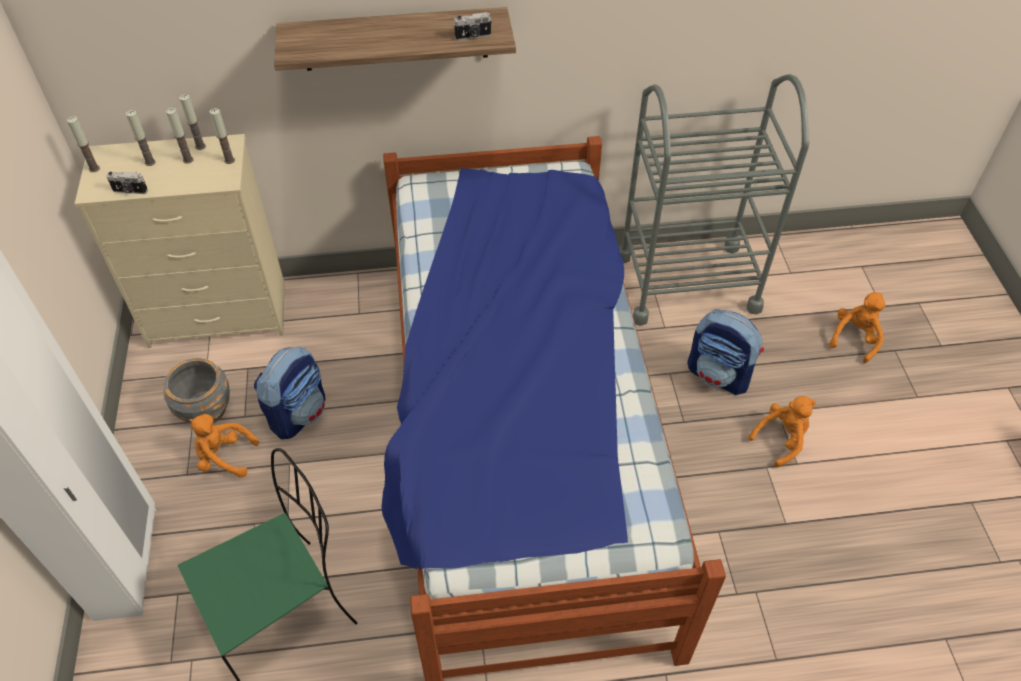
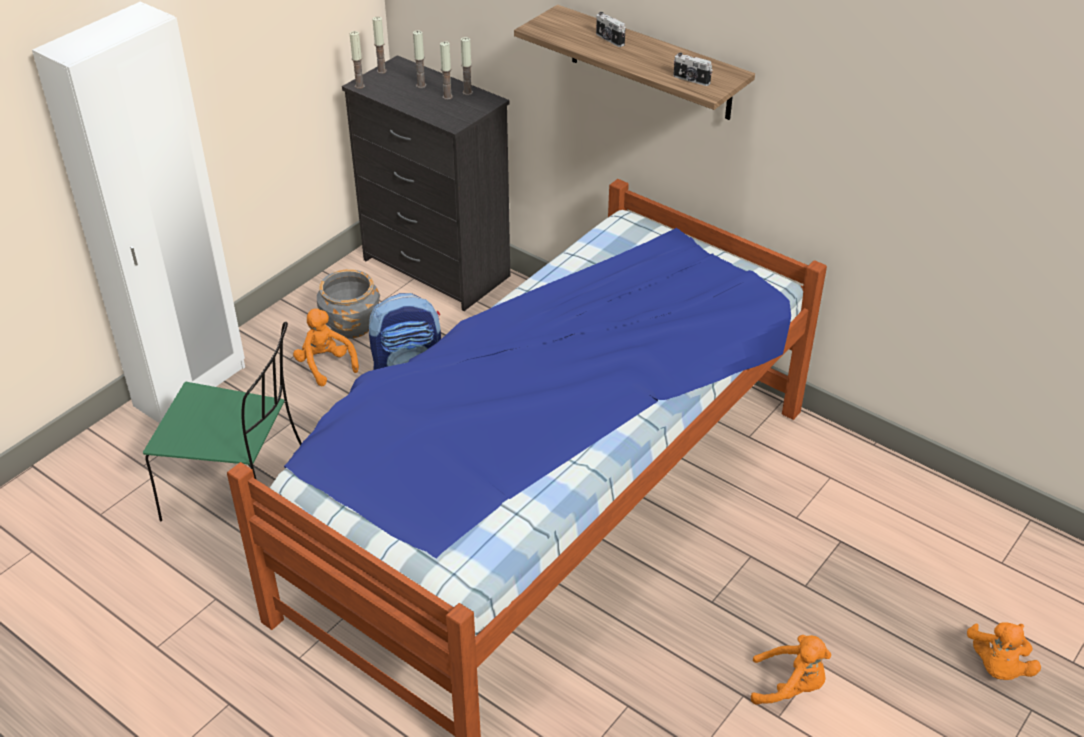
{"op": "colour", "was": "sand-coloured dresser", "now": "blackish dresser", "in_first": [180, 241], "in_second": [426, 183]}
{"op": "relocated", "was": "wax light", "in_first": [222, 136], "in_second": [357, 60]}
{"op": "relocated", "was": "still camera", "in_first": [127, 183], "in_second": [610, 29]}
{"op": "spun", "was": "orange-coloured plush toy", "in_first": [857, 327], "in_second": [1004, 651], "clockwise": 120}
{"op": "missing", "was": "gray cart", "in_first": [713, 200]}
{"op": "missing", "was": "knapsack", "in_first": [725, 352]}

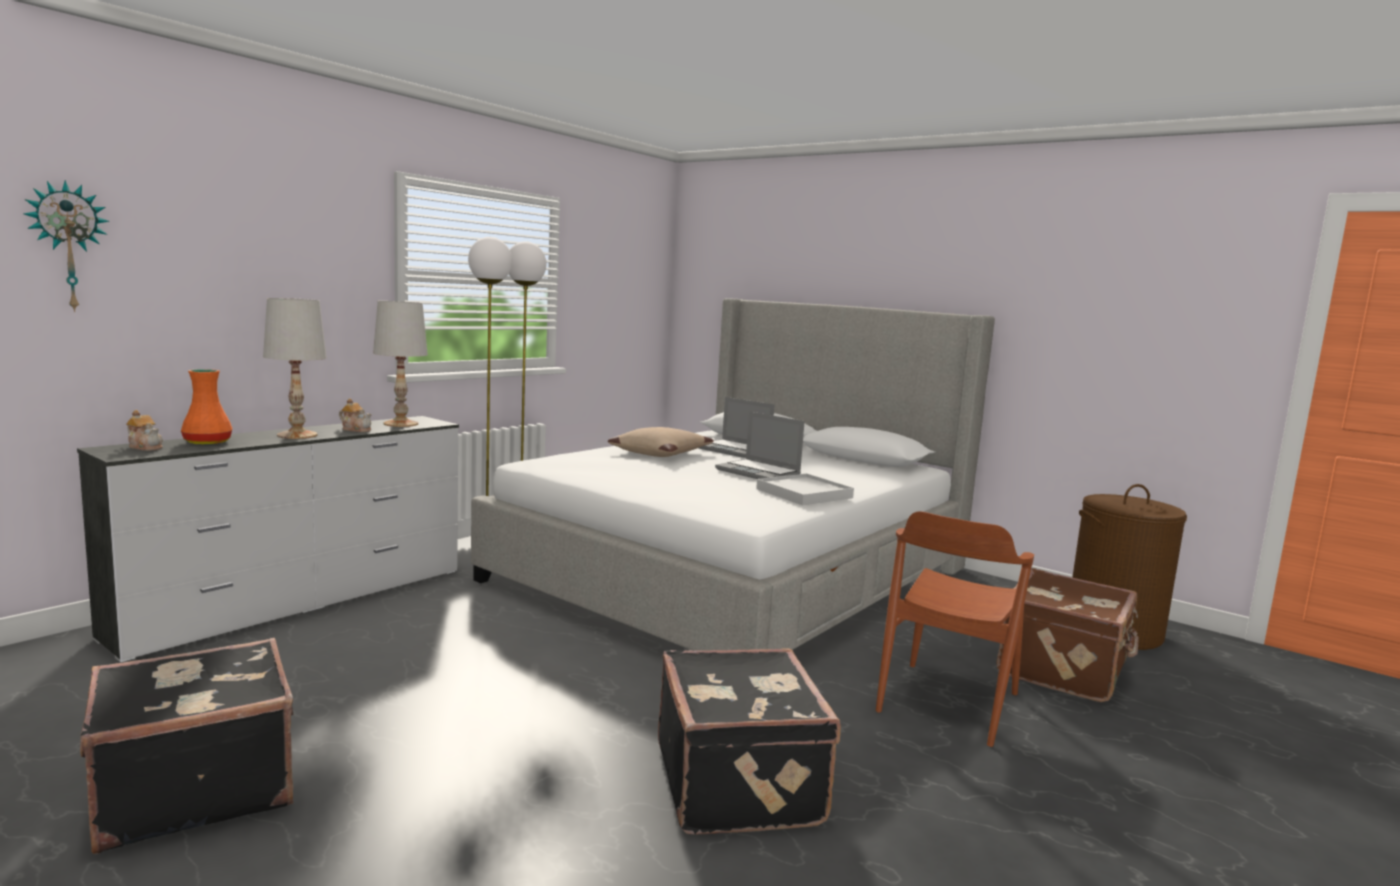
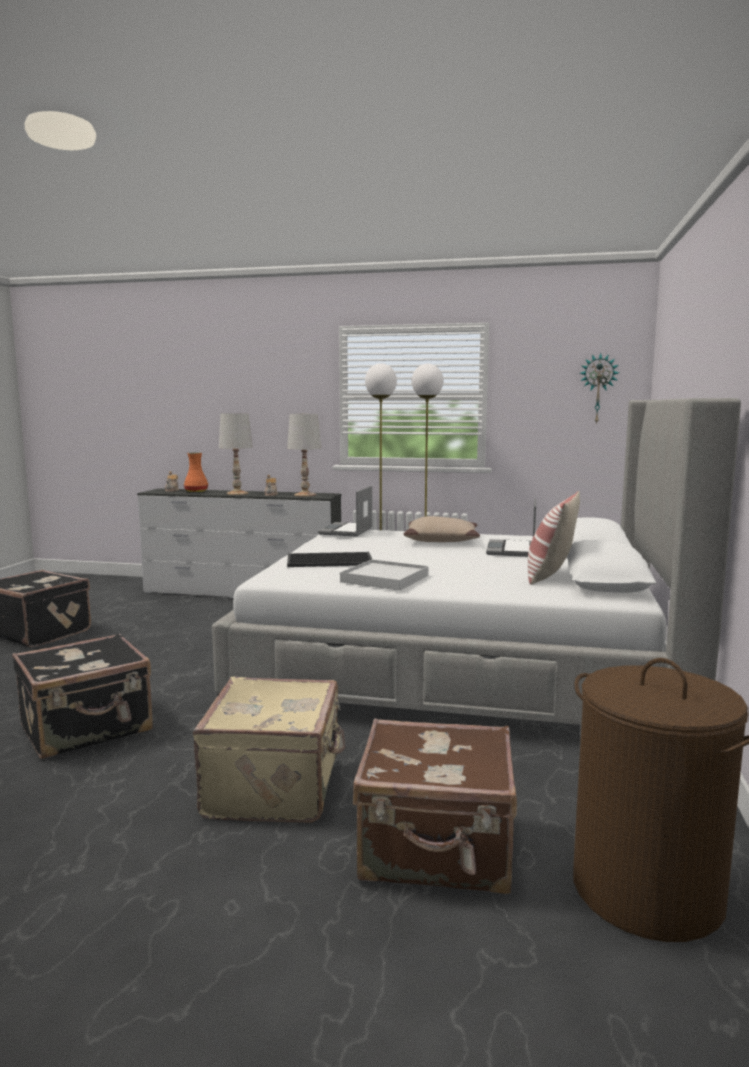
{"op": "exchanged", "was": "brownish plain chair", "now": "sand-coloured piece of luggage", "in_first": [955, 629], "in_second": [269, 750]}
{"op": "appeared", "now": "tray", "in_second": [330, 559]}
{"op": "relocated", "was": "portable computer", "in_first": [760, 445], "in_second": [345, 511]}
{"op": "appeared", "now": "pillow", "in_second": [554, 538]}
{"op": "relocated", "was": "clock on the wall", "in_first": [66, 246], "in_second": [599, 389]}

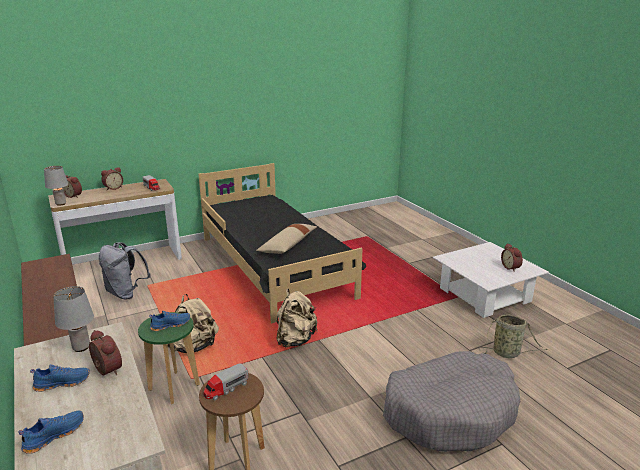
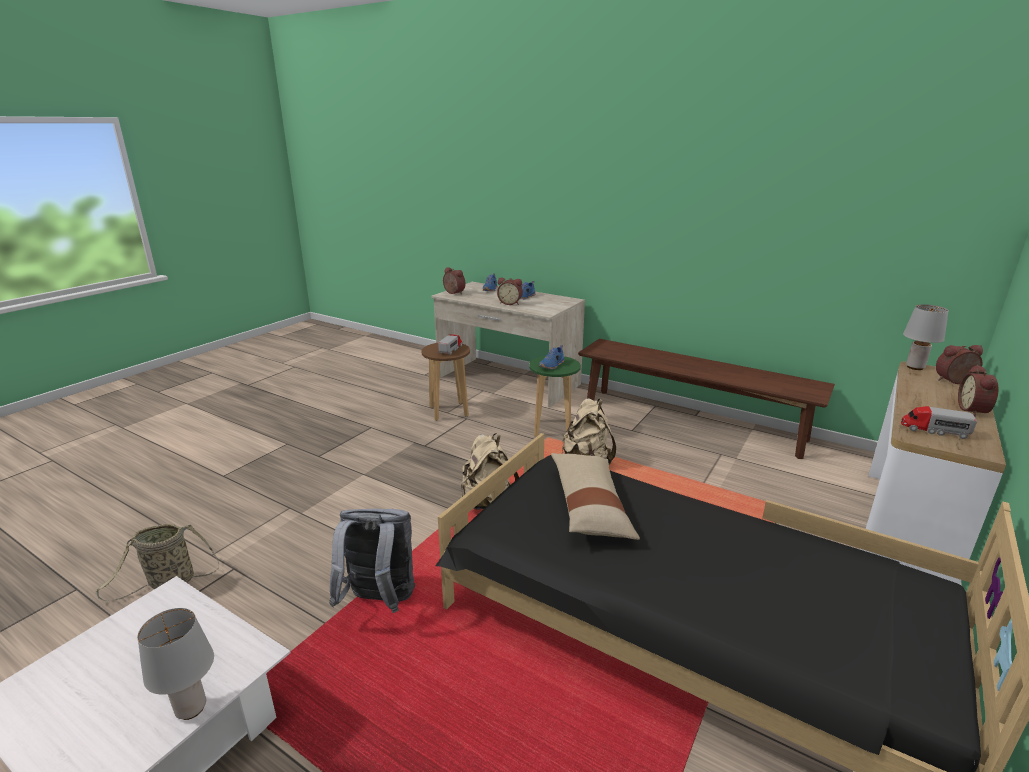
{"op": "relocated", "was": "gray tabletop lamp", "in_first": [73, 319], "in_second": [175, 664]}
{"op": "relocated", "was": "gray knapsack", "in_first": [125, 270], "in_second": [372, 561]}
{"op": "relocated", "was": "alarm clock", "in_first": [512, 257], "in_second": [454, 280]}
{"op": "missing", "was": "gray dog cushion", "in_first": [451, 401]}

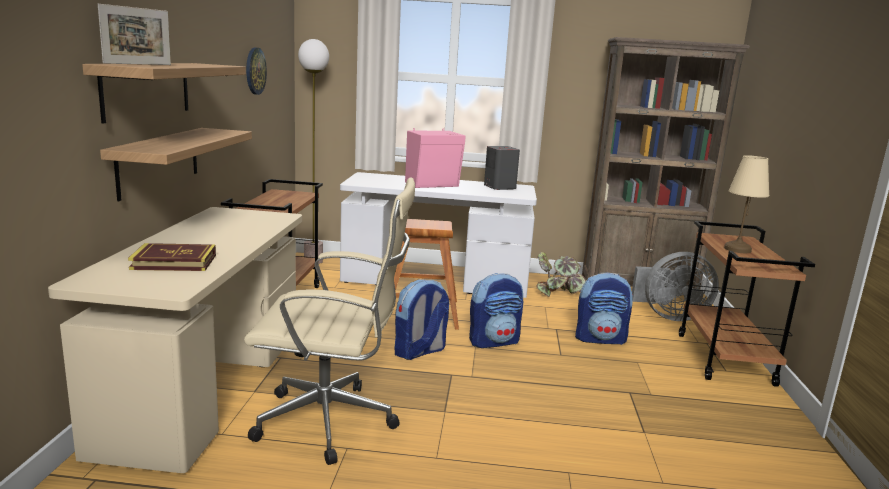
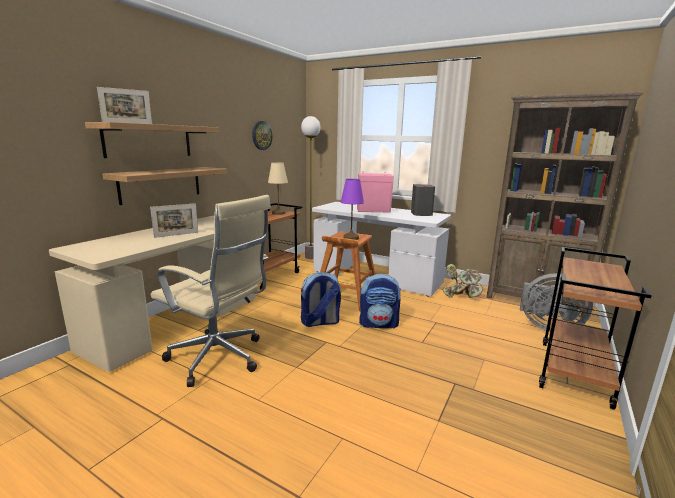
{"op": "appeared", "now": "photo frame", "in_second": [174, 220]}
{"op": "relocated", "was": "sand-coloured tabletop lamp", "in_first": [746, 204], "in_second": [278, 188]}
{"op": "appeared", "now": "purplish tabletop lamp", "in_second": [352, 209]}
{"op": "missing", "was": "book", "in_first": [172, 257]}
{"op": "missing", "was": "knapsack", "in_first": [604, 309]}

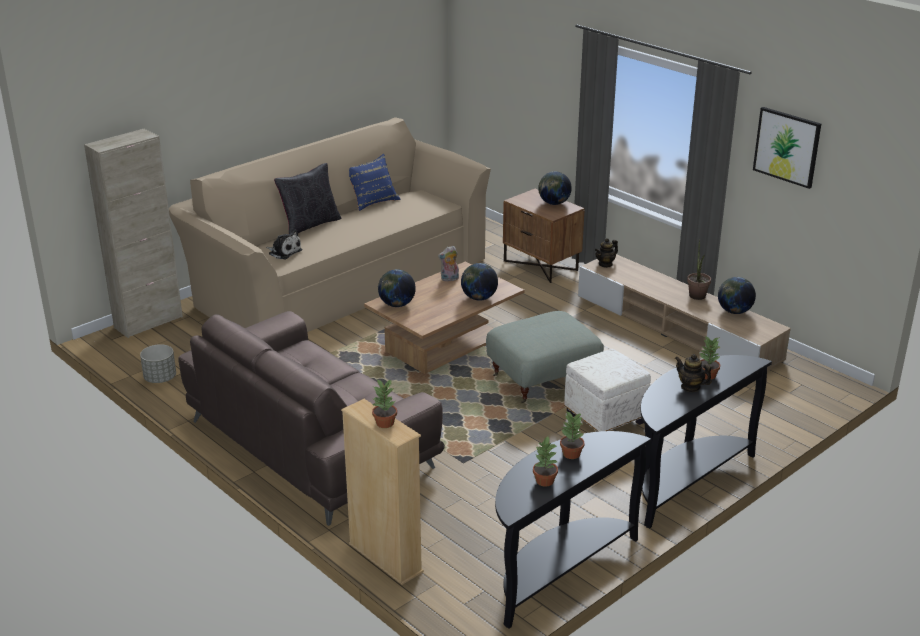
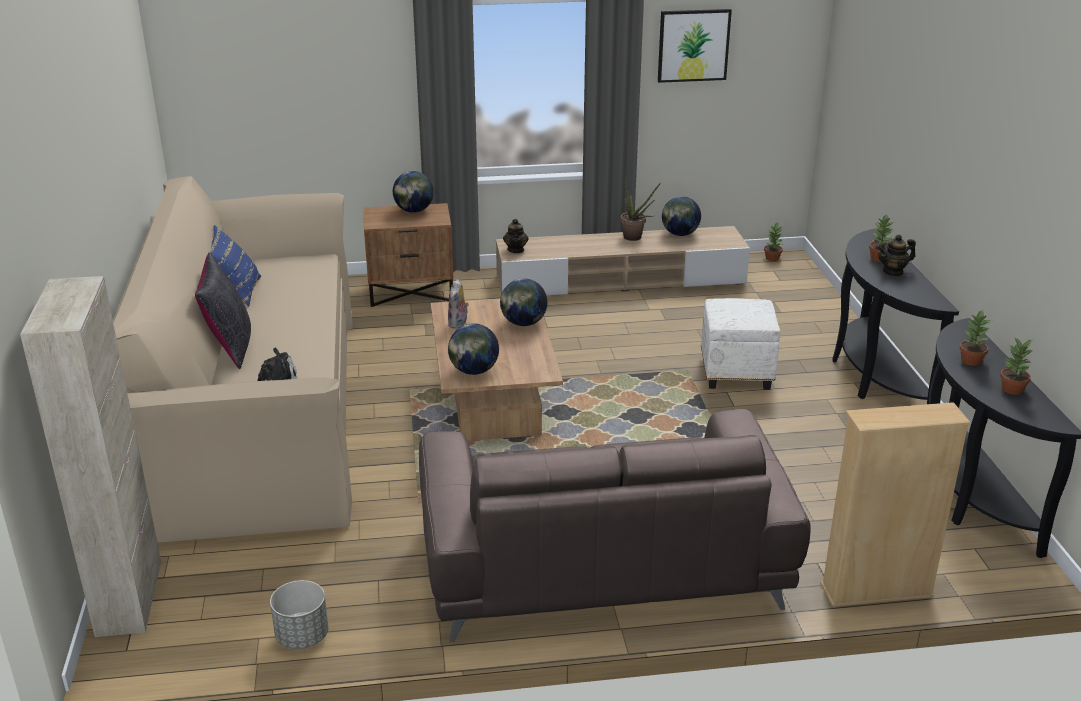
{"op": "relocated", "was": "houseplant", "in_first": [384, 404], "in_second": [773, 242]}
{"op": "missing", "was": "gray footrest", "in_first": [545, 357]}

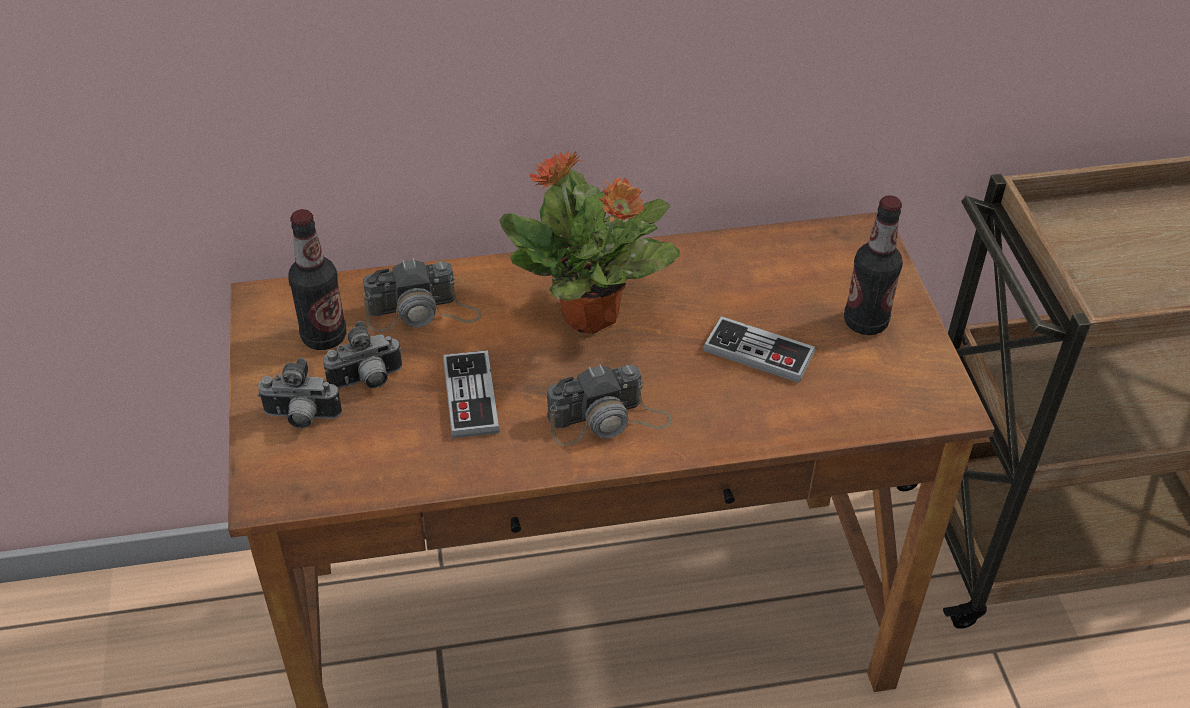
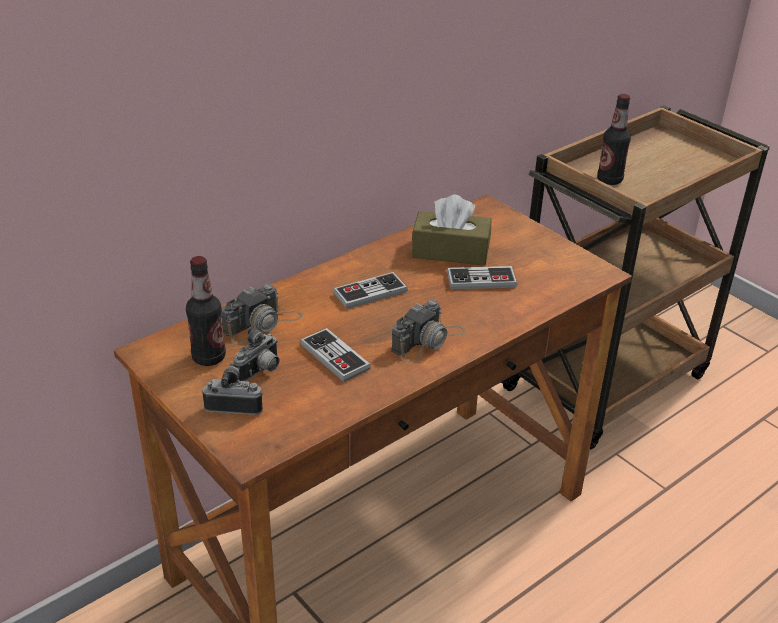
{"op": "spun", "was": "still camera", "in_first": [300, 393], "in_second": [233, 389], "clockwise": -150}
{"op": "exchanged", "was": "houseplant", "now": "joypad", "in_first": [589, 242], "in_second": [370, 290]}
{"op": "appeared", "now": "brownish box of tissues", "in_second": [451, 230]}
{"op": "relocated", "was": "beverage bottle", "in_first": [873, 265], "in_second": [614, 139]}

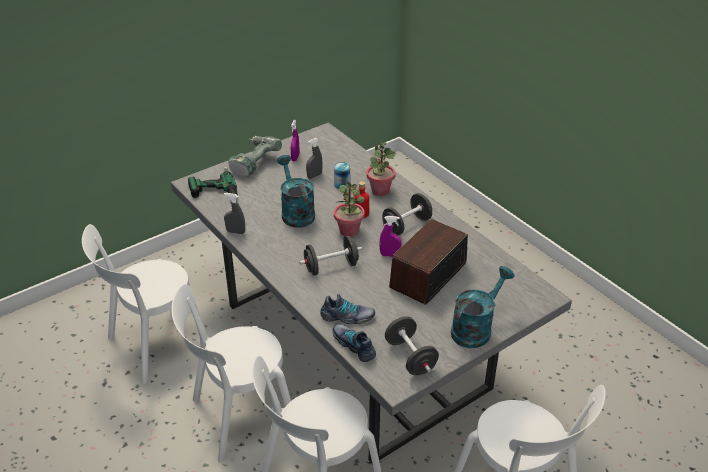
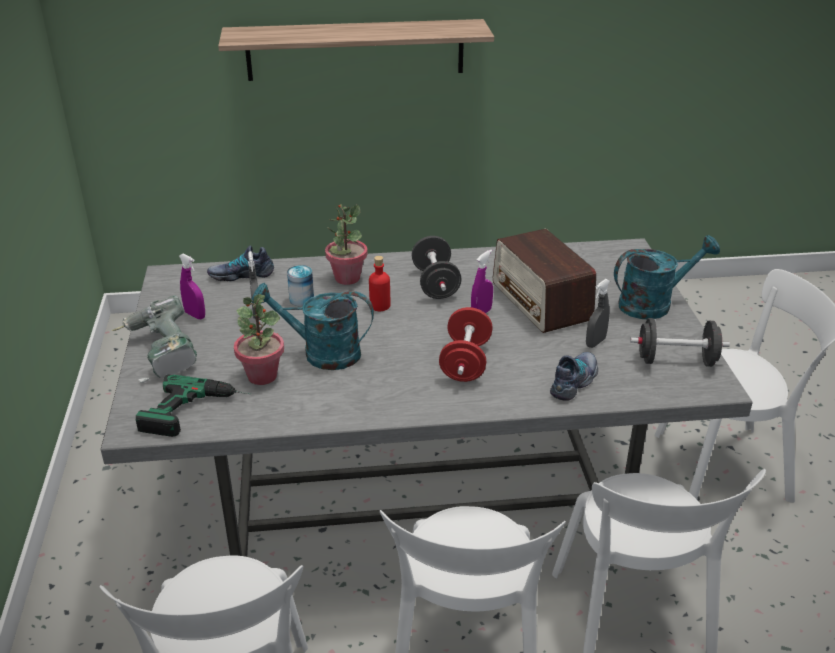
{"op": "relocated", "was": "low shoe", "in_first": [354, 343], "in_second": [240, 263]}
{"op": "appeared", "now": "bracket shelf", "in_second": [356, 50]}
{"op": "relocated", "was": "houseplant", "in_first": [349, 209], "in_second": [259, 339]}
{"op": "colour", "was": "blackish dumbbell", "now": "red dumbbell", "in_first": [330, 255], "in_second": [466, 344]}
{"op": "relocated", "was": "gray hand sprayer", "in_first": [234, 213], "in_second": [598, 313]}
{"op": "spun", "was": "blue-green sprinkling can", "in_first": [482, 307], "in_second": [667, 277], "clockwise": 90}

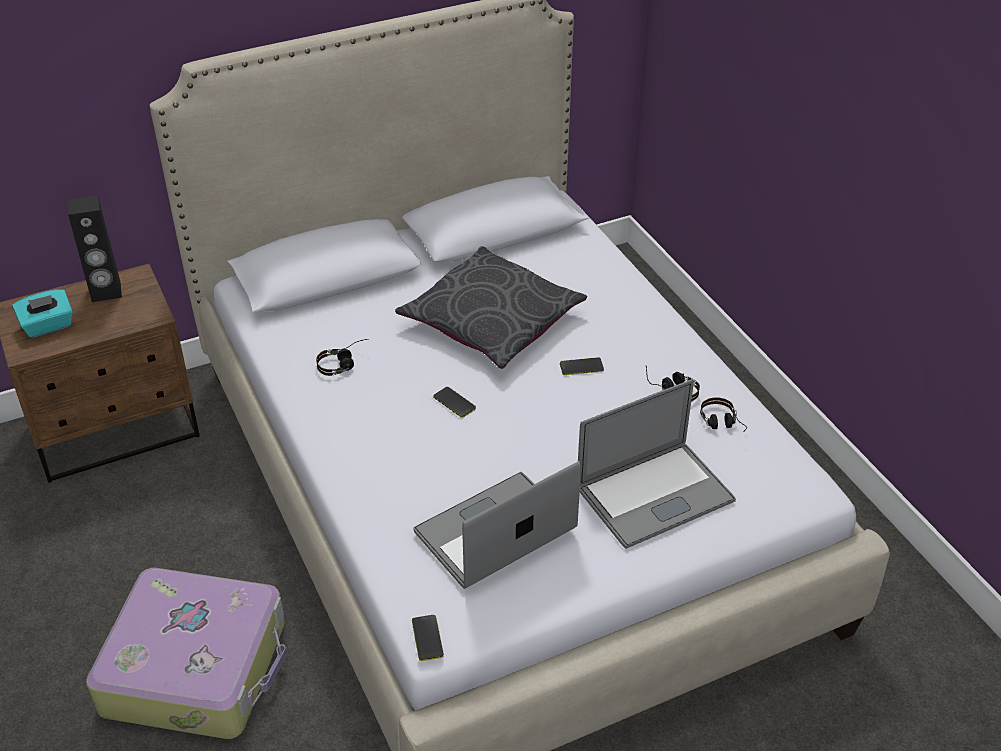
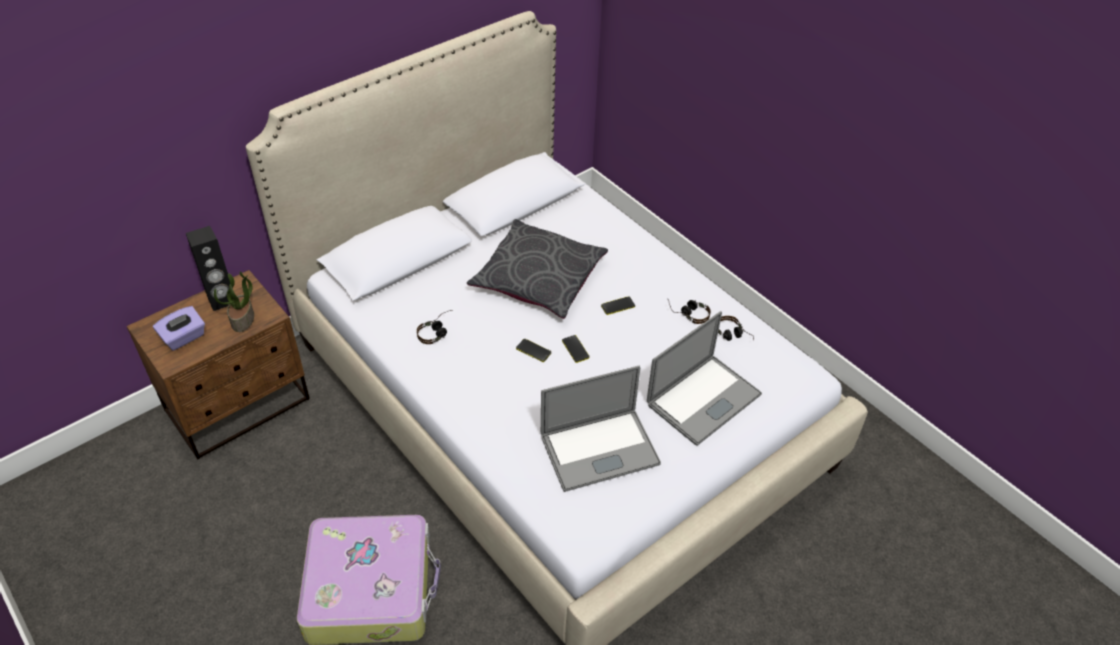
{"op": "colour", "was": "blue-green box of tissues", "now": "purplish box of tissues", "in_first": [42, 313], "in_second": [179, 328]}
{"op": "appeared", "now": "houseplant", "in_second": [234, 301]}
{"op": "spun", "was": "portable computer", "in_first": [497, 525], "in_second": [601, 429], "clockwise": -150}
{"op": "relocated", "was": "handset", "in_first": [428, 638], "in_second": [575, 349]}

